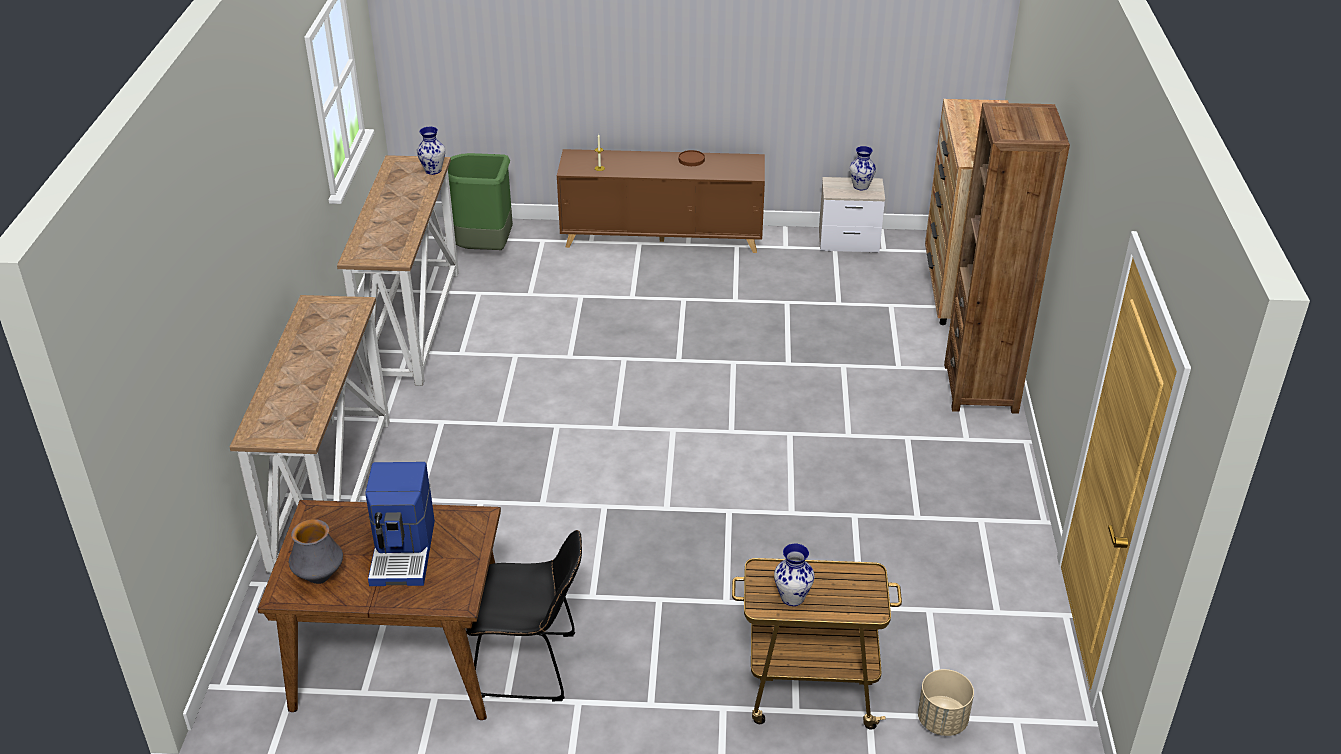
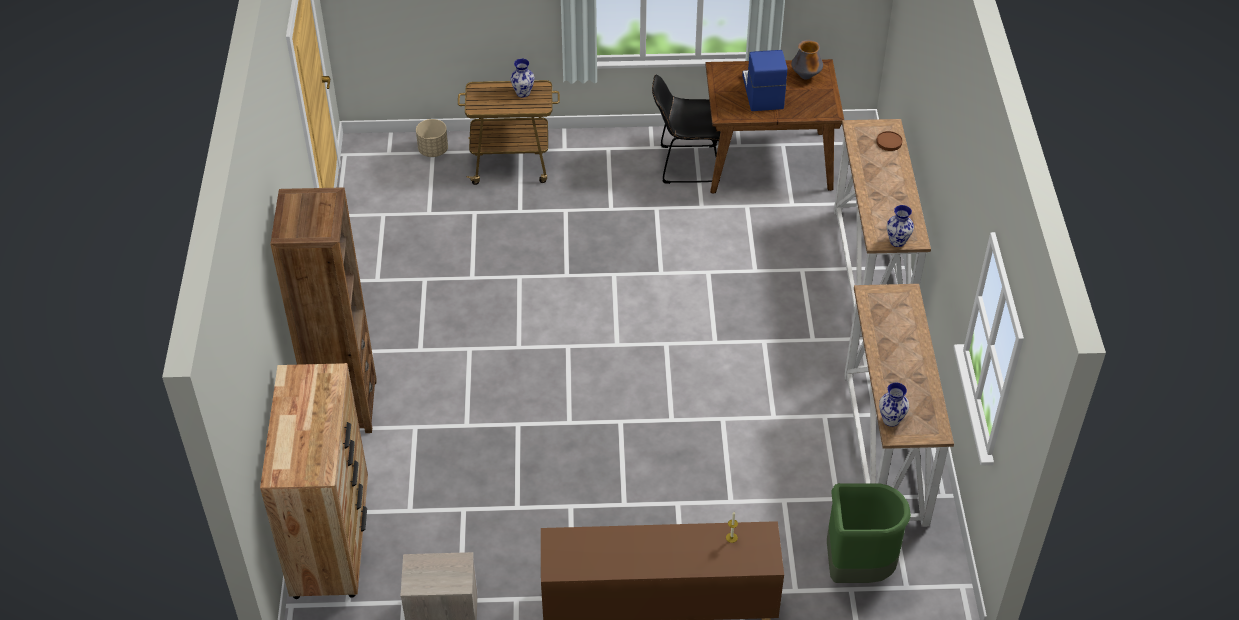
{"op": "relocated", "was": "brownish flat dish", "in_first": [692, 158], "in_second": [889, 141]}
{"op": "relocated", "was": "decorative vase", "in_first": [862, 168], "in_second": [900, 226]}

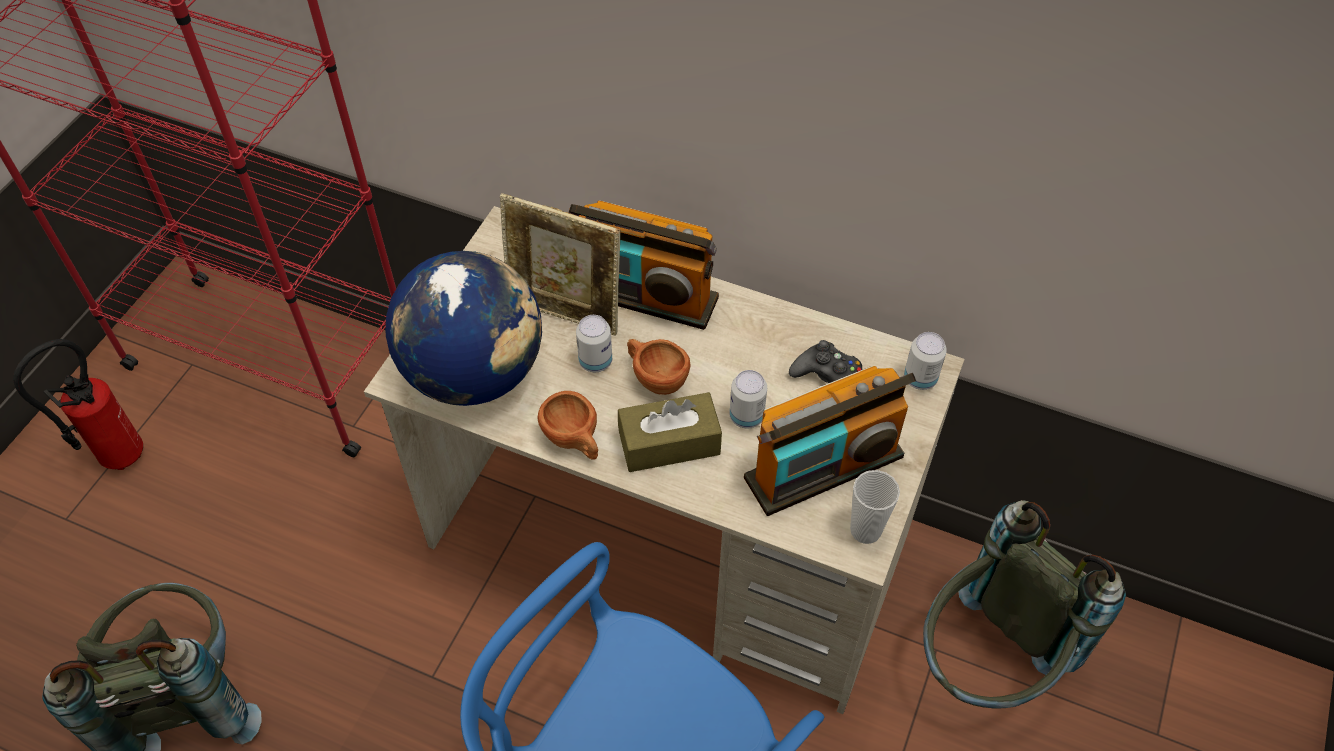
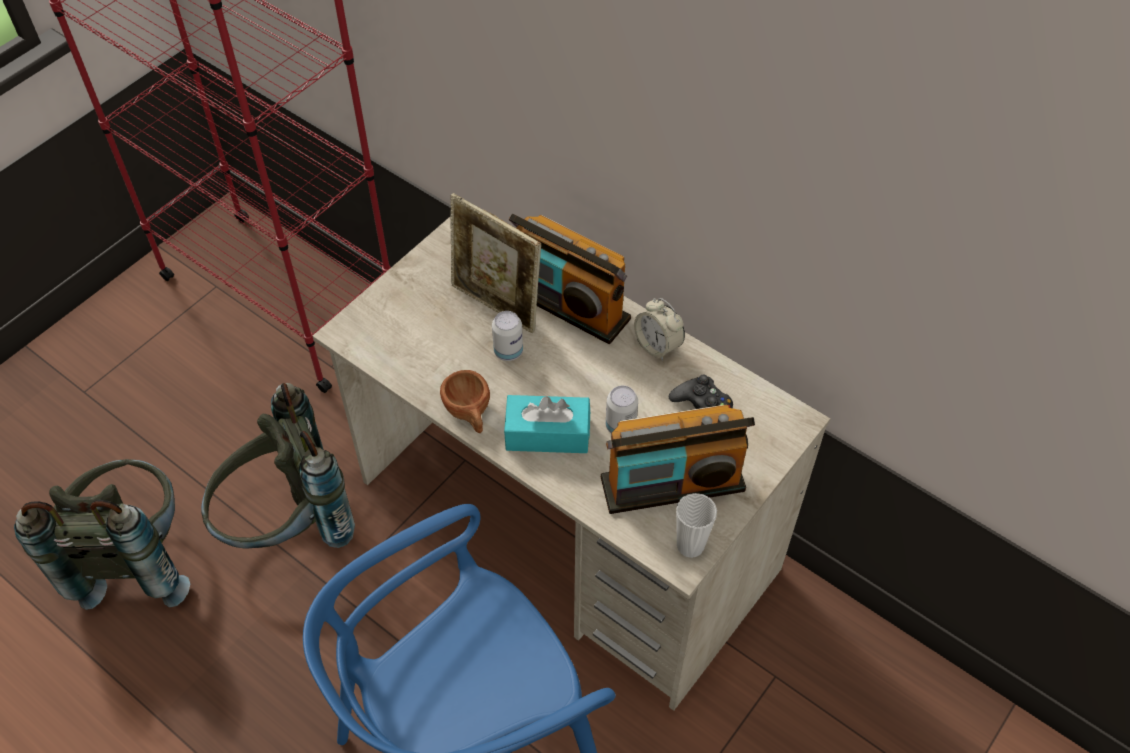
{"op": "relocated", "was": "gray knapsack", "in_first": [1024, 604], "in_second": [278, 466]}
{"op": "colour", "was": "brownish box of tissues", "now": "blue-green box of tissues", "in_first": [670, 432], "in_second": [547, 424]}
{"op": "appeared", "now": "alarm clock", "in_second": [659, 329]}
{"op": "missing", "was": "fire-fighting cylinder", "in_first": [78, 404]}
{"op": "missing", "was": "world globe", "in_first": [464, 328]}
{"op": "missing", "was": "brownish small cup", "in_first": [658, 367]}
{"op": "missing", "was": "metal can", "in_first": [925, 361]}

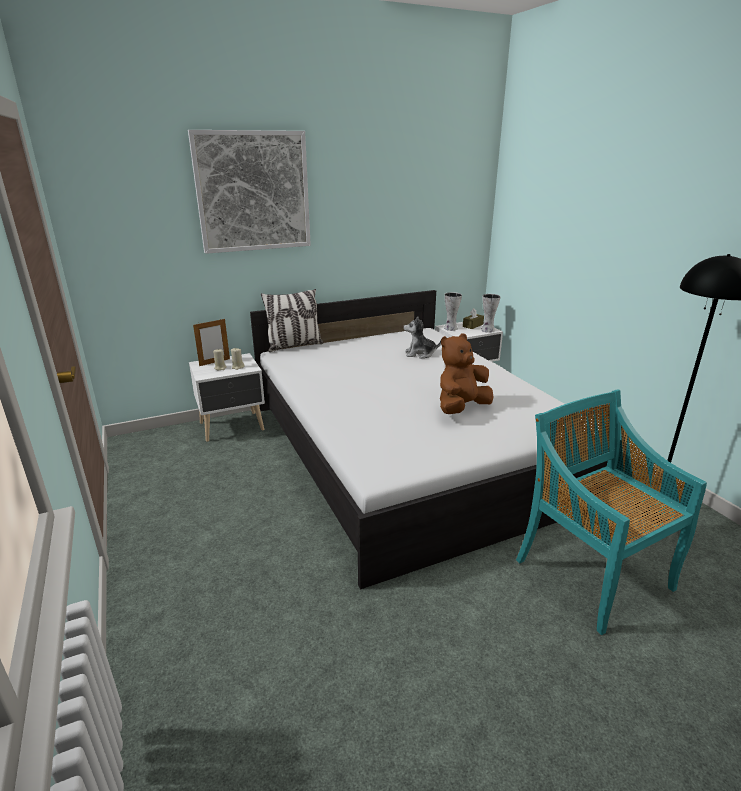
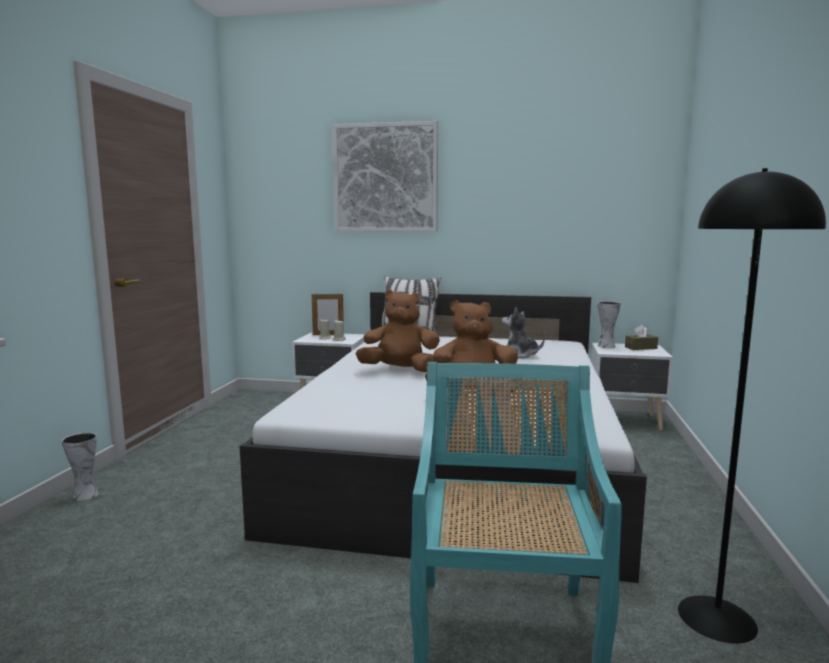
{"op": "relocated", "was": "decorative vase", "in_first": [490, 313], "in_second": [80, 467]}
{"op": "appeared", "now": "brownish plush toy", "in_second": [398, 331]}

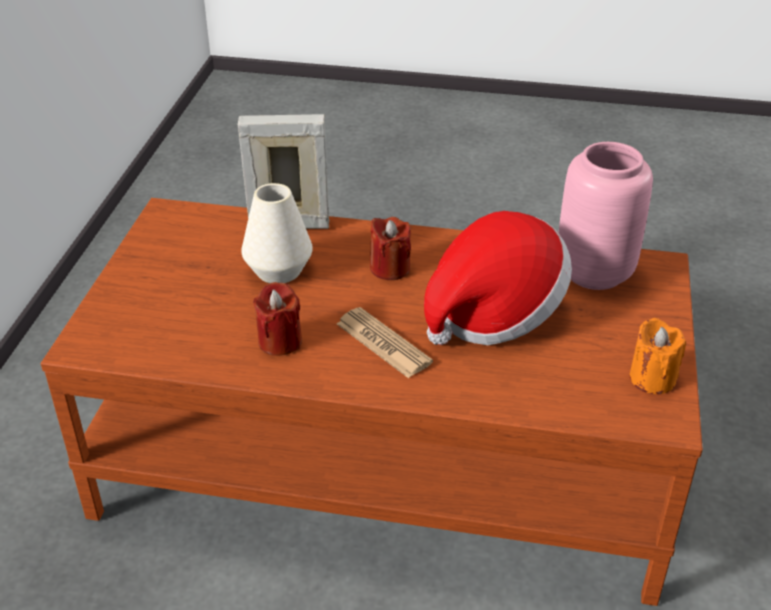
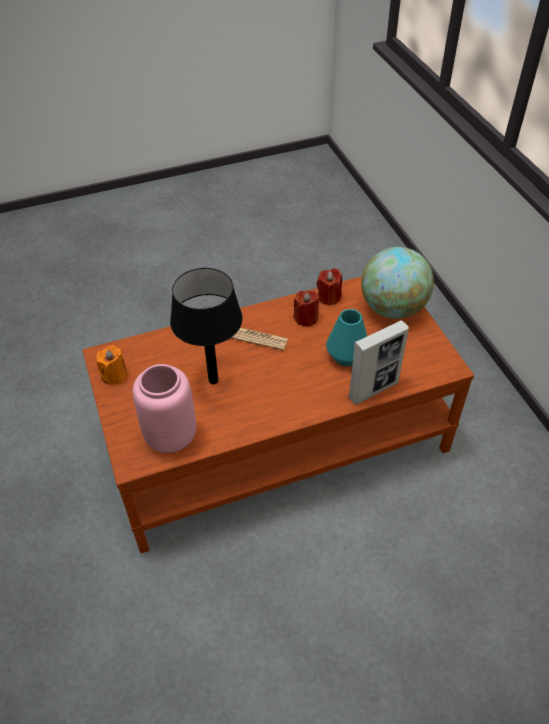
{"op": "exchanged", "was": "wearable hat", "now": "blackish tabletop lamp", "in_first": [498, 278], "in_second": [206, 326]}
{"op": "relocated", "was": "red wax light", "in_first": [390, 248], "in_second": [329, 287]}
{"op": "colour", "was": "white-coloured decorative vase", "now": "blue-green decorative vase", "in_first": [277, 233], "in_second": [346, 337]}
{"op": "appeared", "now": "world globe", "in_second": [397, 283]}

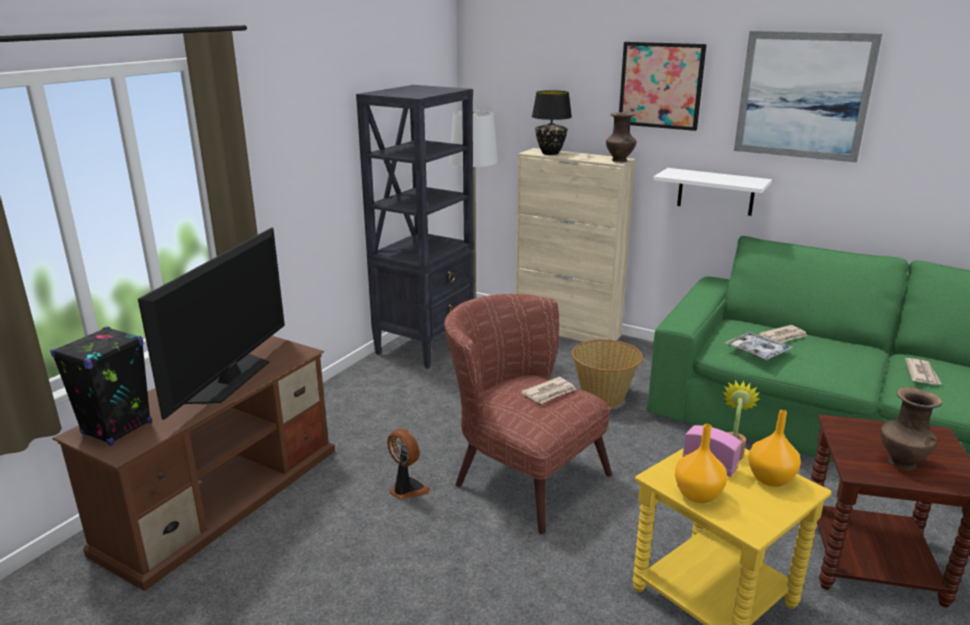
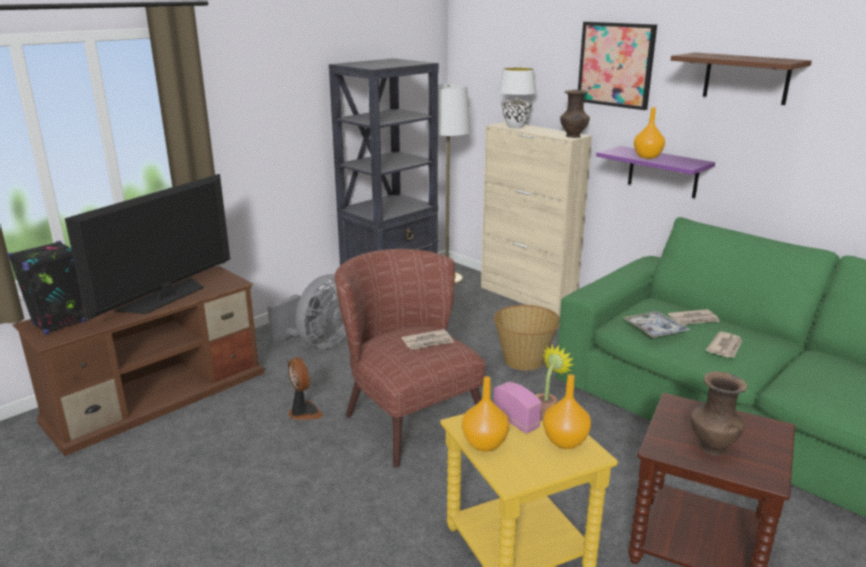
{"op": "appeared", "now": "gray cooling fan", "in_second": [307, 311]}
{"op": "colour", "was": "blackish tabletop lamp", "now": "white-coloured tabletop lamp", "in_first": [552, 122], "in_second": [517, 97]}
{"op": "colour", "was": "white-coloured bracket shelf", "now": "purplish bracket shelf", "in_first": [712, 192], "in_second": [655, 172]}
{"op": "appeared", "now": "orange-coloured decorative vase", "in_second": [649, 133]}
{"op": "exchanged", "was": "wall art", "now": "brownish bracket shelf", "in_first": [808, 97], "in_second": [741, 78]}
{"op": "relocated", "was": "printed paper", "in_first": [923, 371], "in_second": [724, 344]}

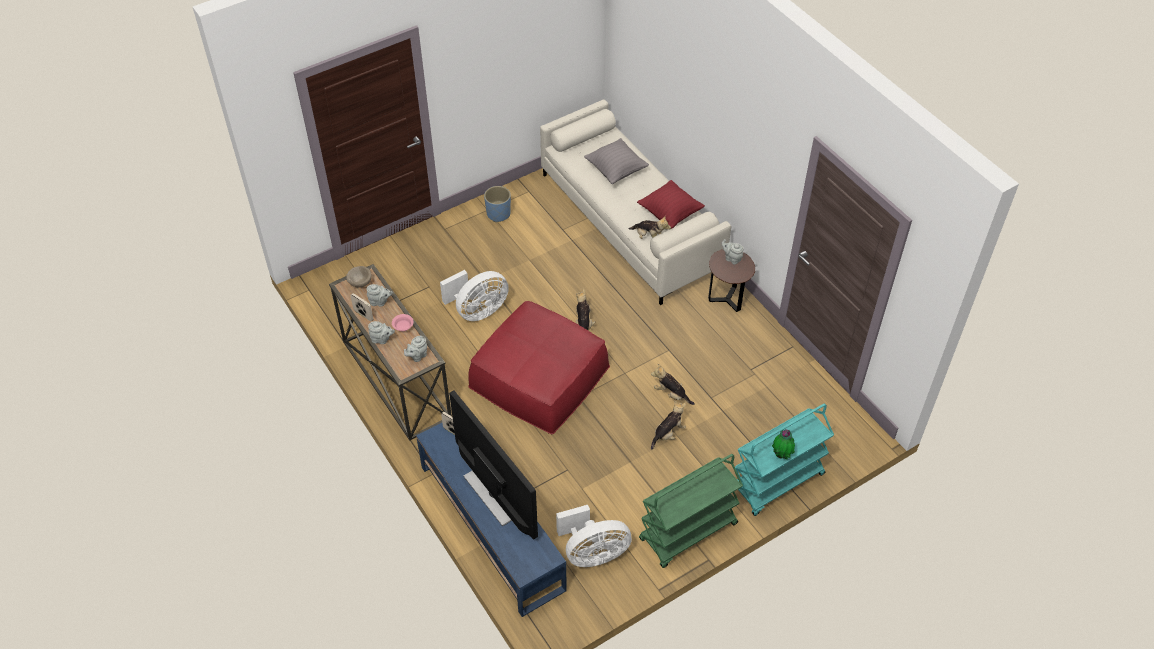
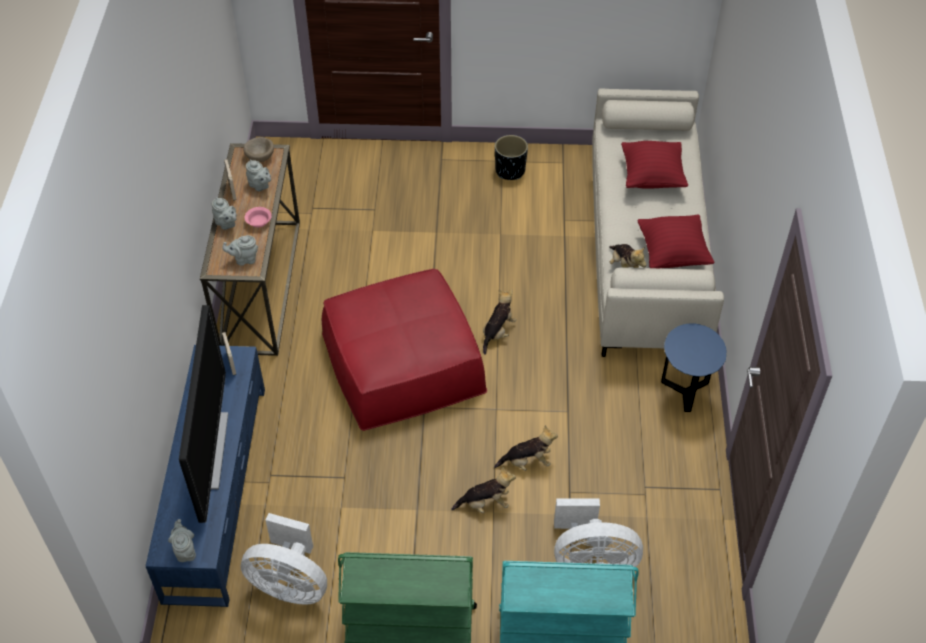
{"op": "relocated", "was": "gray teapot", "in_first": [732, 251], "in_second": [182, 540]}
{"op": "spun", "was": "plush toy", "in_first": [673, 384], "in_second": [526, 448], "clockwise": 105}
{"op": "colour", "was": "blue-coloured planter", "now": "blackish planter", "in_first": [497, 204], "in_second": [511, 157]}
{"op": "relocated", "was": "white-coloured cooling fan", "in_first": [474, 295], "in_second": [598, 532]}
{"op": "colour", "was": "gray pillow", "now": "red pillow", "in_first": [616, 161], "in_second": [654, 165]}
{"op": "colour", "was": "brownish side table", "now": "blue-coloured side table", "in_first": [731, 280], "in_second": [693, 367]}
{"op": "missing", "was": "houseplant", "in_first": [783, 444]}

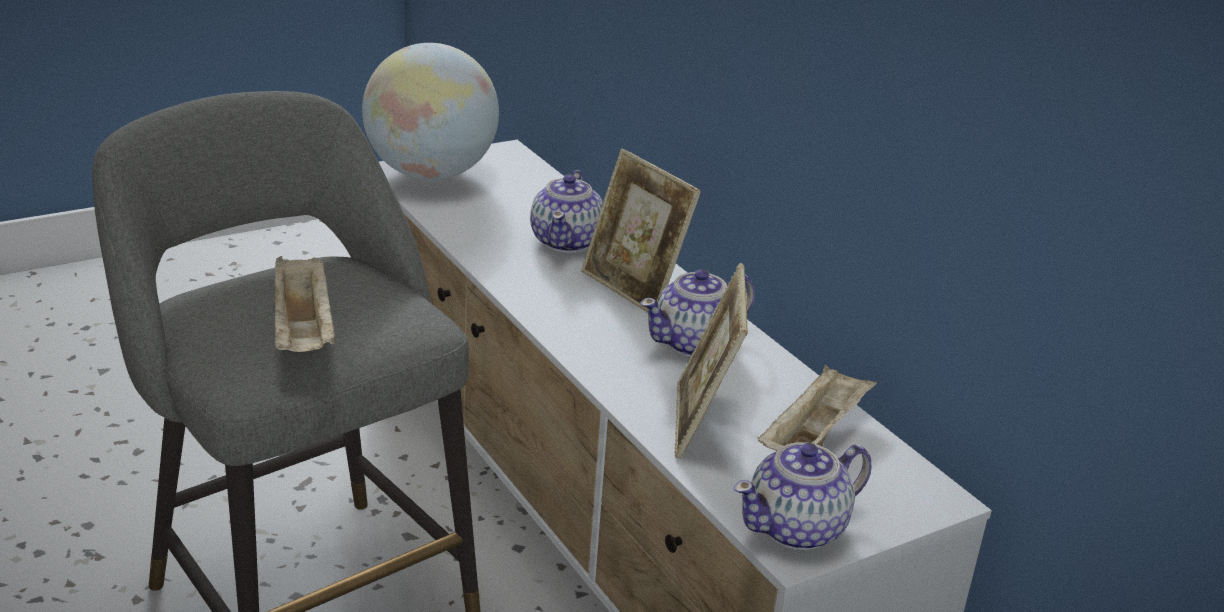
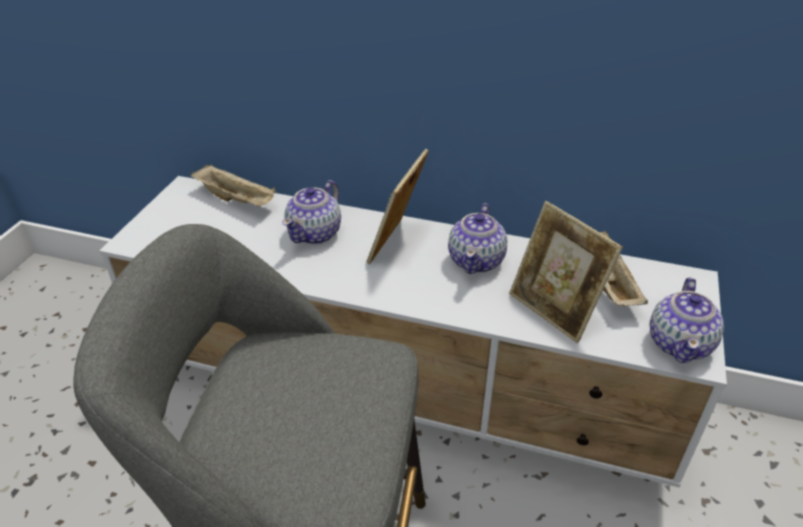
{"op": "relocated", "was": "sand-coloured tray", "in_first": [305, 304], "in_second": [233, 185]}
{"op": "spun", "was": "teapot", "in_first": [566, 211], "in_second": [311, 212], "clockwise": 60}
{"op": "spun", "was": "photo frame", "in_first": [641, 230], "in_second": [397, 206], "clockwise": 105}
{"op": "missing", "was": "world globe", "in_first": [430, 111]}

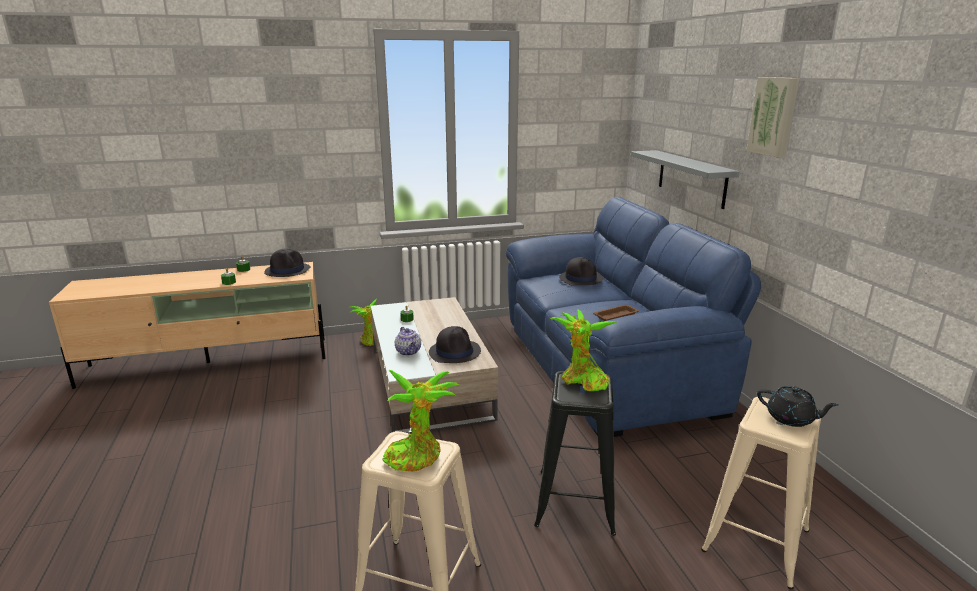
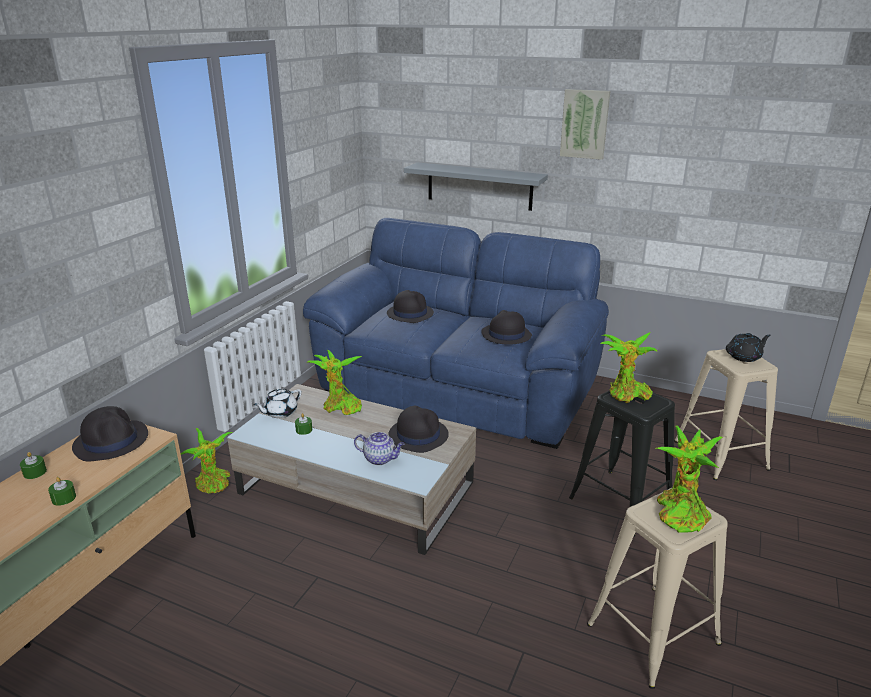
{"op": "appeared", "now": "white-coloured teapot", "in_second": [277, 403]}
{"op": "appeared", "now": "houseplant", "in_second": [334, 382]}
{"op": "exchanged", "was": "brownish tray", "now": "blackish wearable hat", "in_first": [616, 313], "in_second": [506, 327]}

